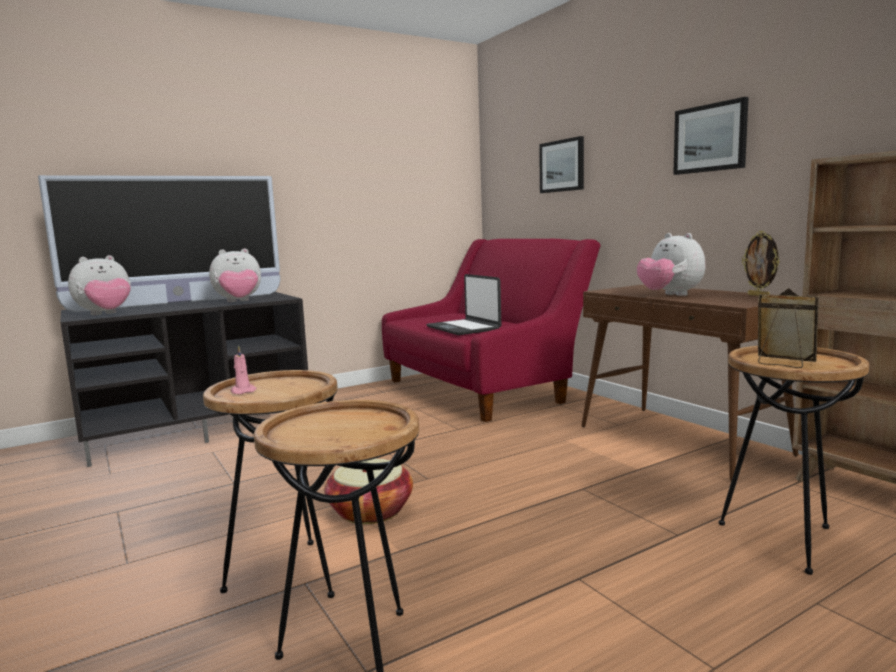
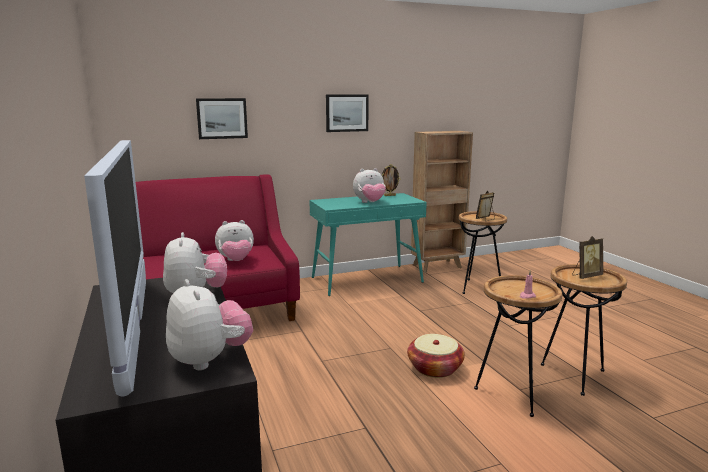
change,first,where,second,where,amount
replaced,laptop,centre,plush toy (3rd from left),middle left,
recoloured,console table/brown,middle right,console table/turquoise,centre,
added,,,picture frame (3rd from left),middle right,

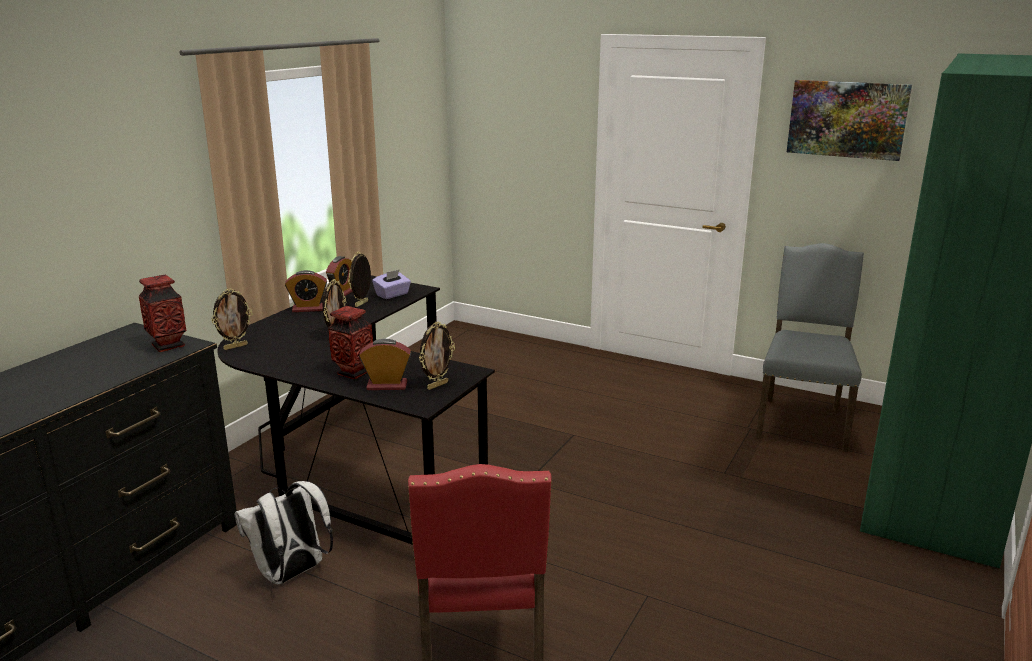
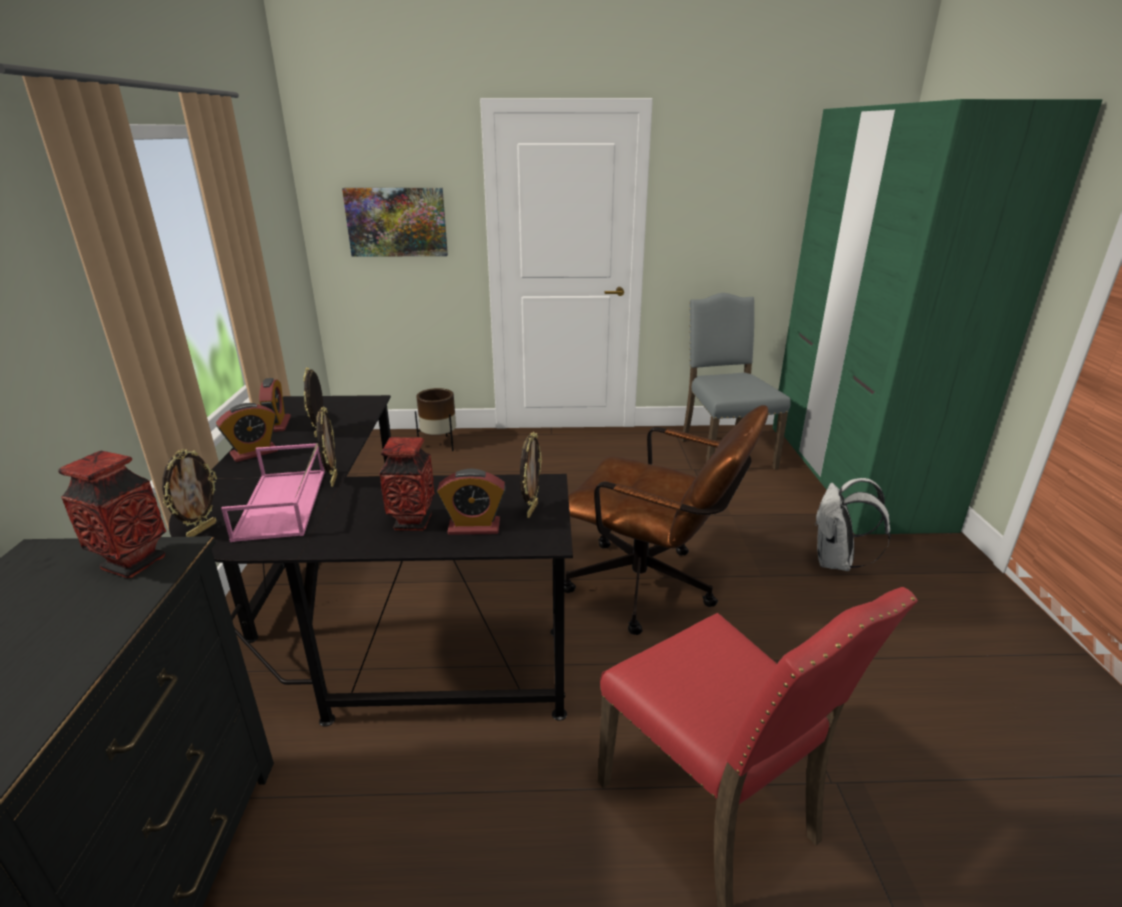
change,first,where,second,where,amount
moved,backpack/white,bottom left,,middle right,
turned,alarm clock (3rd from left),centre,,centre,150 degrees counterclockwise
removed,tissue box/purple,centre,,,
moved,picture,top right,,top centre,
added,,,tray/pink,middle left,
added,,,planter/brown,centre,
added,,,office chair/brown,centre,

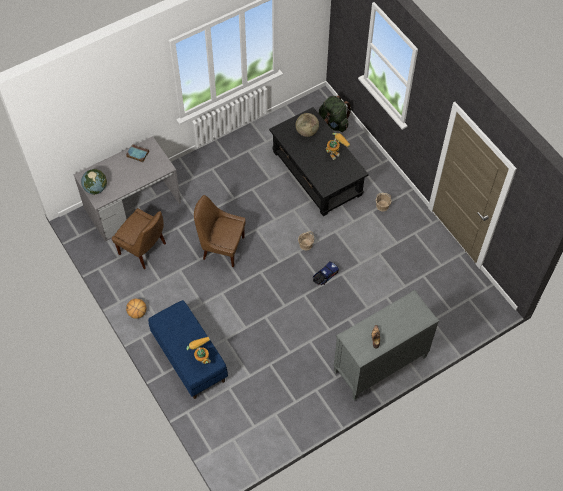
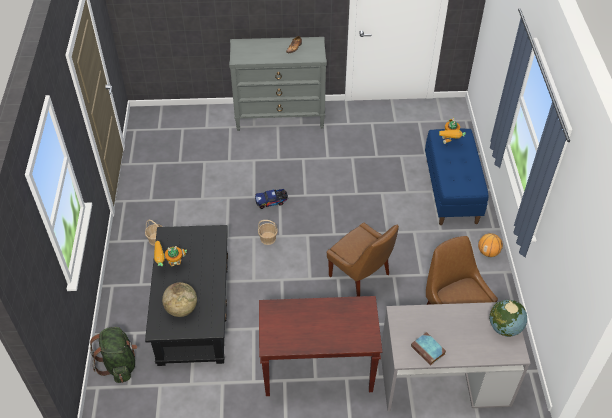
change,first,where,second,where,amount
added,,,console table/brown,bottom centre,

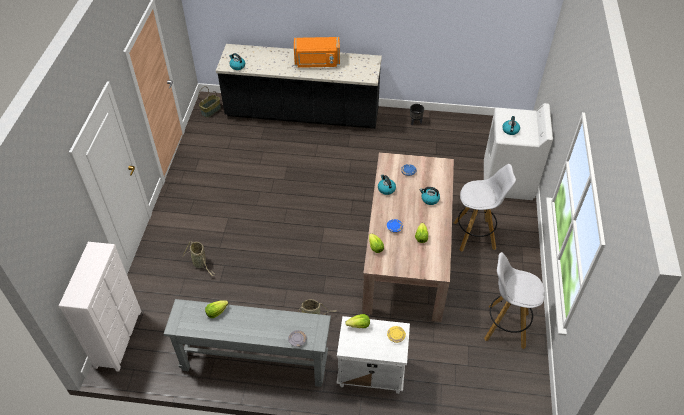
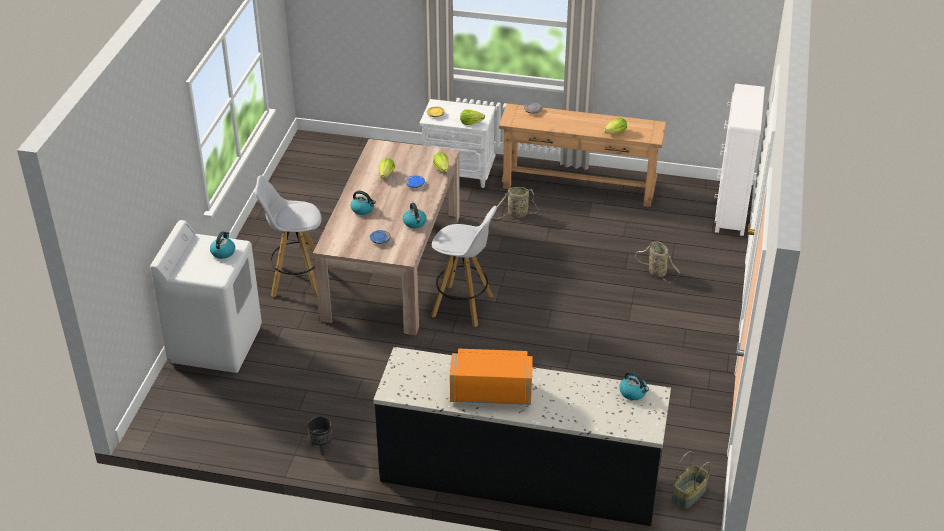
change,first,where,second,where,amount
recoloured,console table/grey,bottom centre,console table/brown,top centre,
moved,stool/white (2nd from left),bottom right,,centre,

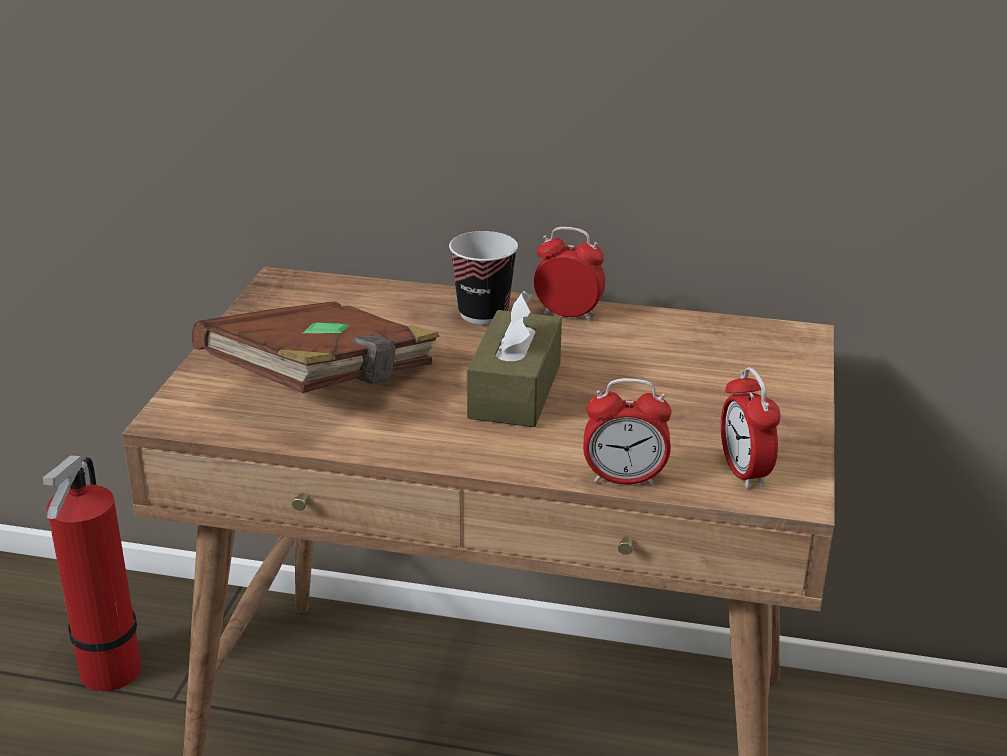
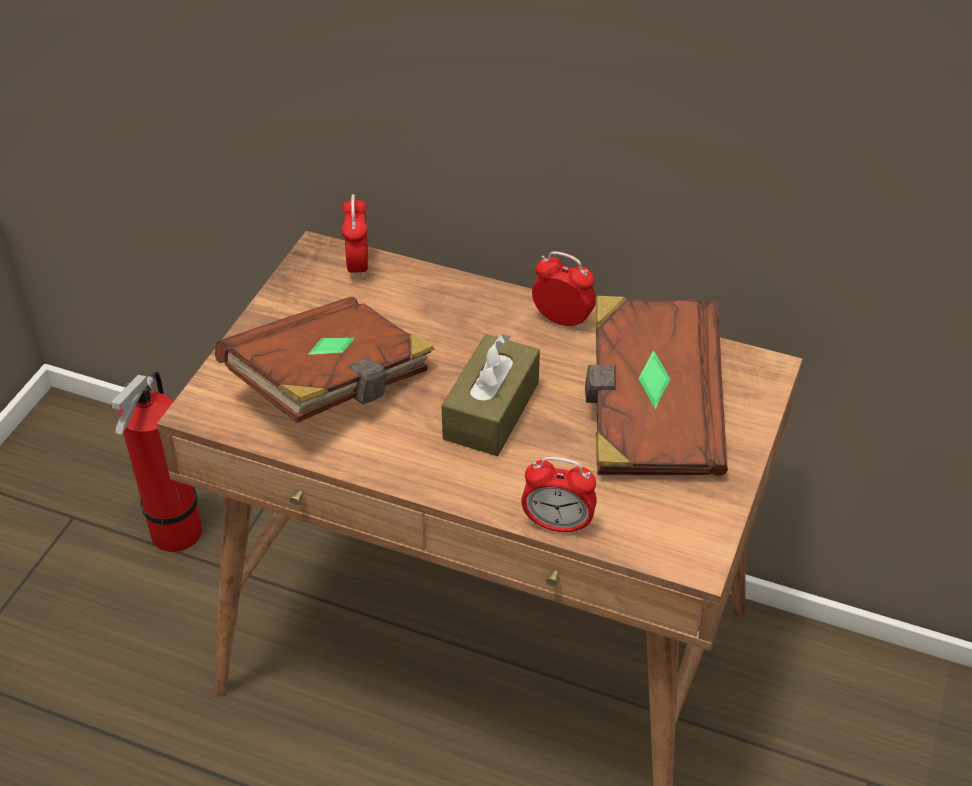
change,first,where,second,where,amount
removed,cup,centre,,,
moved,alarm clock (3rd from left in the first image),middle right,alarm clock (1st from left),top centre,
added,,,book/brown (2nd from left),middle right,

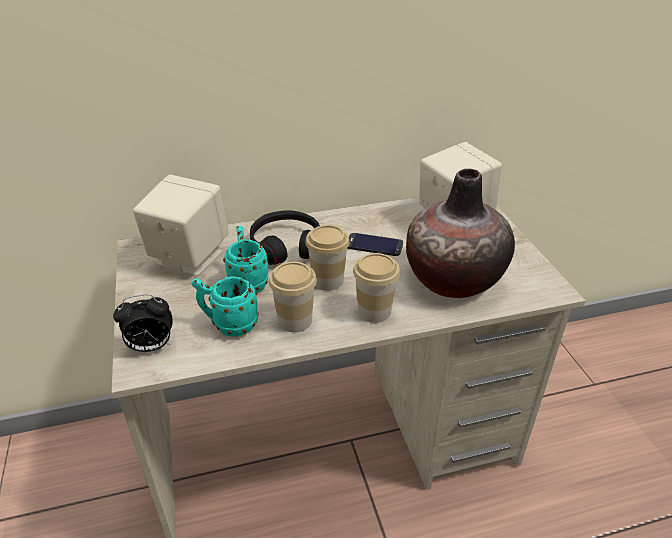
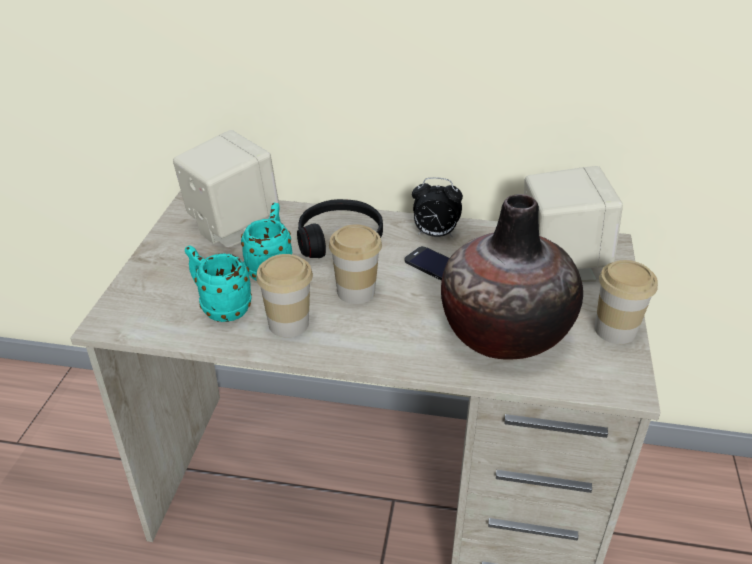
change,first,where,second,where,amount
moved,alarm clock,middle left,,centre,
moved,cup (3rd from left),centre,,middle right,

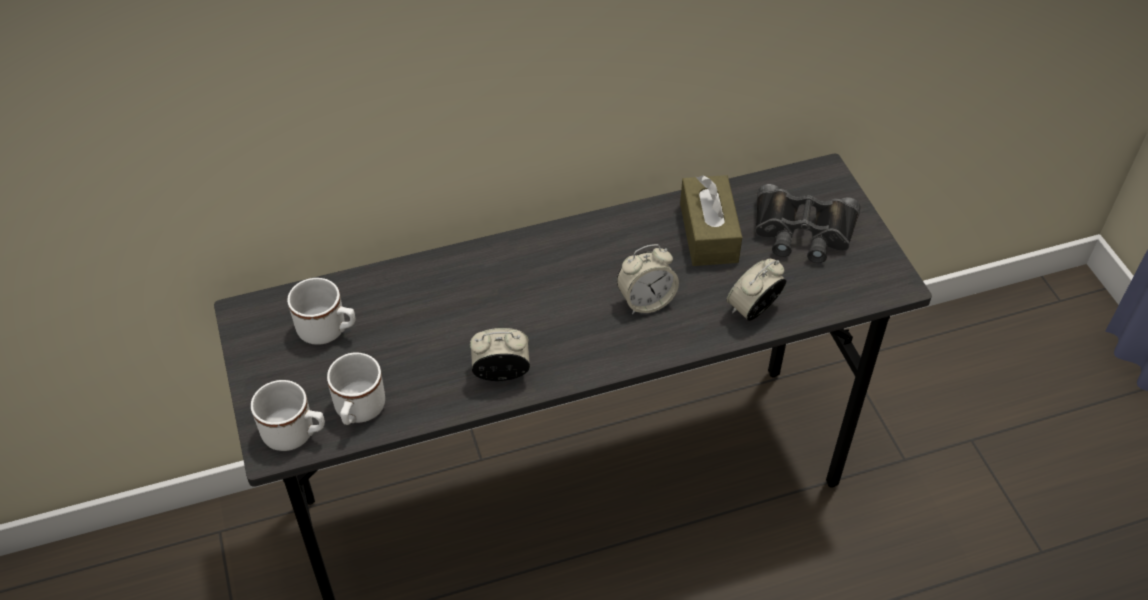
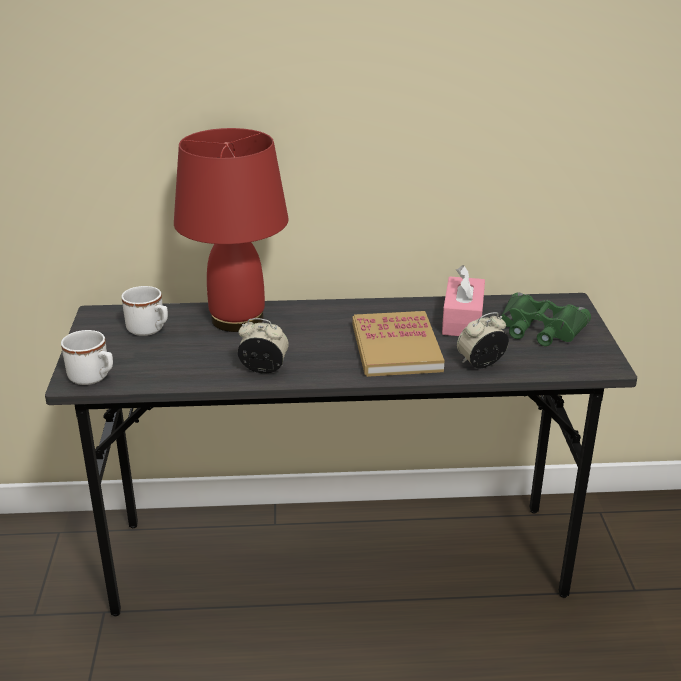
change,first,where,second,where,amount
removed,mug/white (3rd from left),middle left,,,
replaced,alarm clock (2nd from left),centre,book,centre,
recoloured,tissue box/brown,centre,tissue box/pink,middle right,
recoloured,binoculars/black,middle right,binoculars/green,middle right,
added,,,table lamp/red,centre,

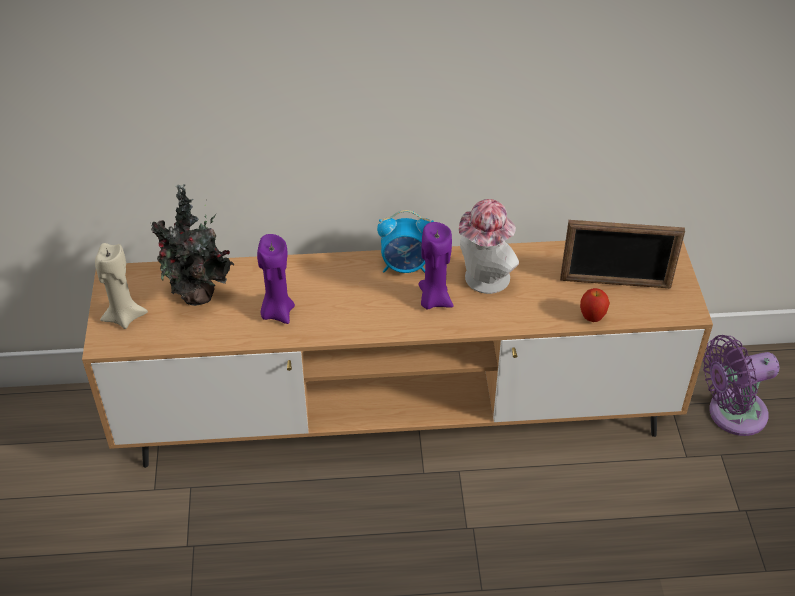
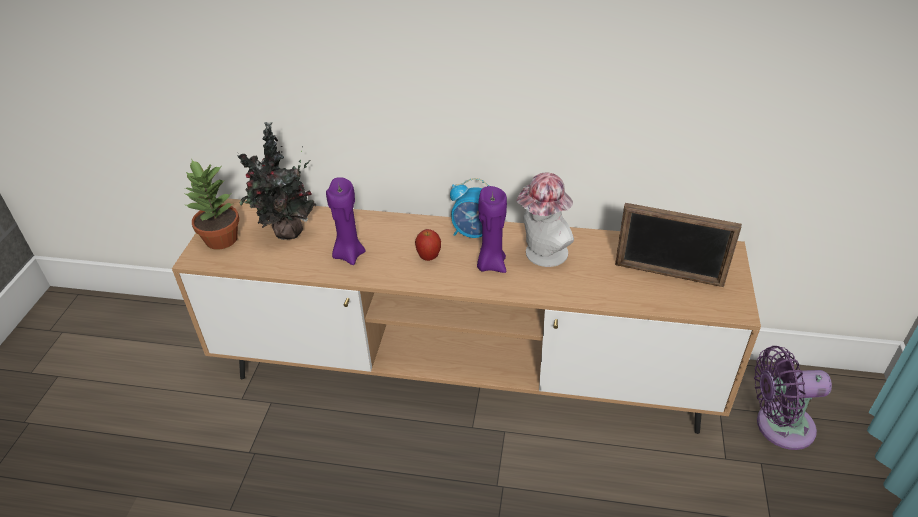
change,first,where,second,where,amount
replaced,candle/beige,middle left,potted plant (1st from left),middle left,
moved,apple,middle right,,centre,

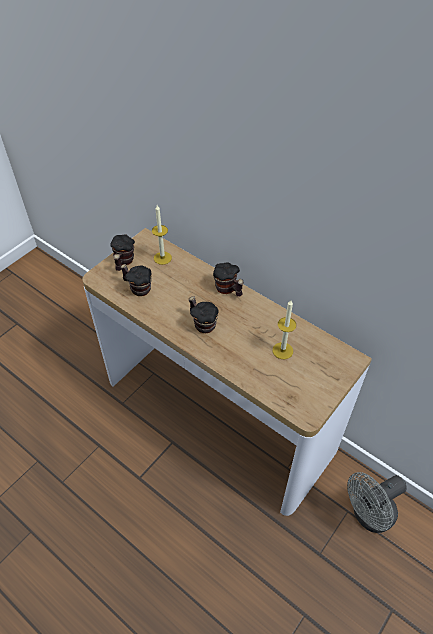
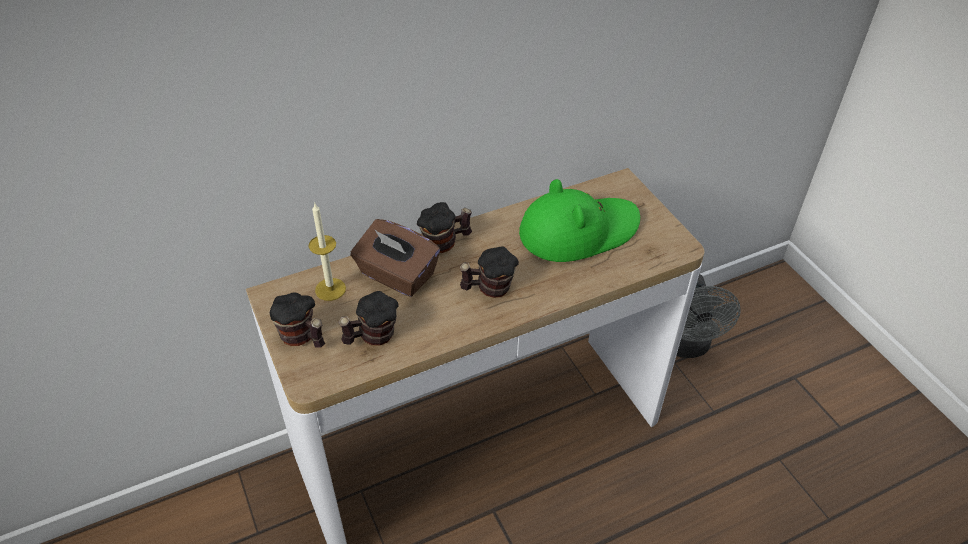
change,first,where,second,where,amount
replaced,candle (2nd from left),centre,hat/green,centre,
added,,,tissue box/brown,centre,

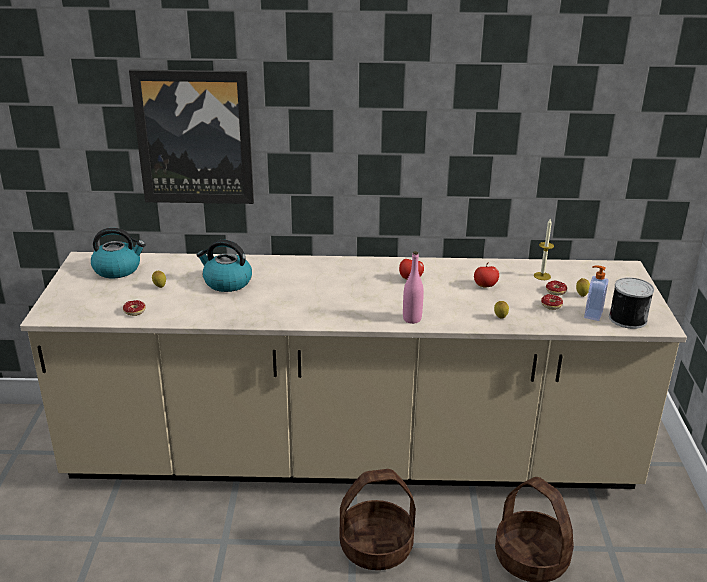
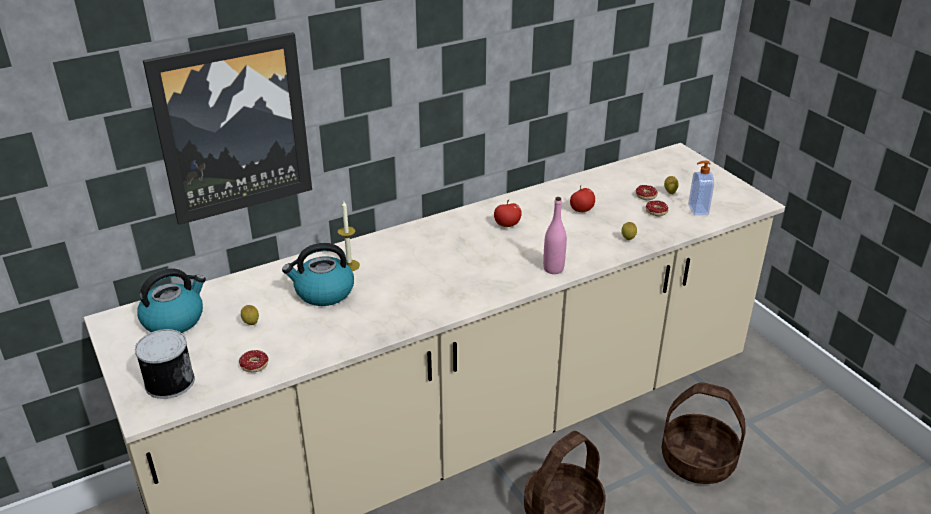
change,first,where,second,where,amount
moved,candle,middle right,,centre,
moved,can,middle right,,bottom left,

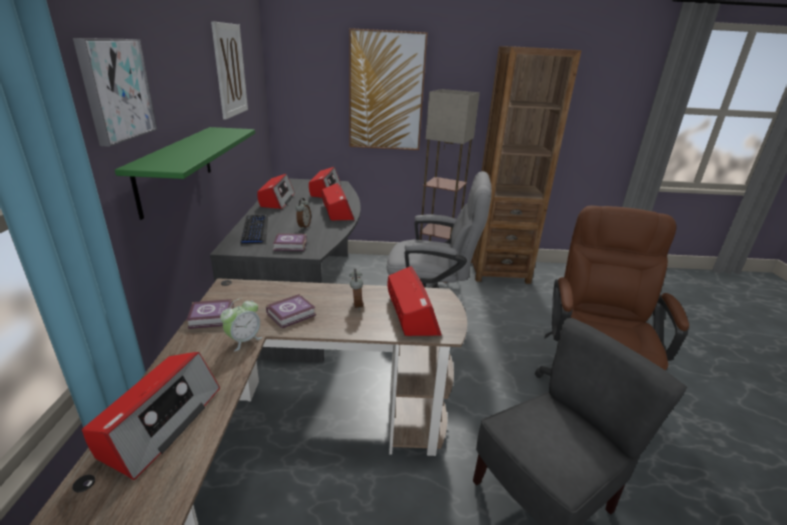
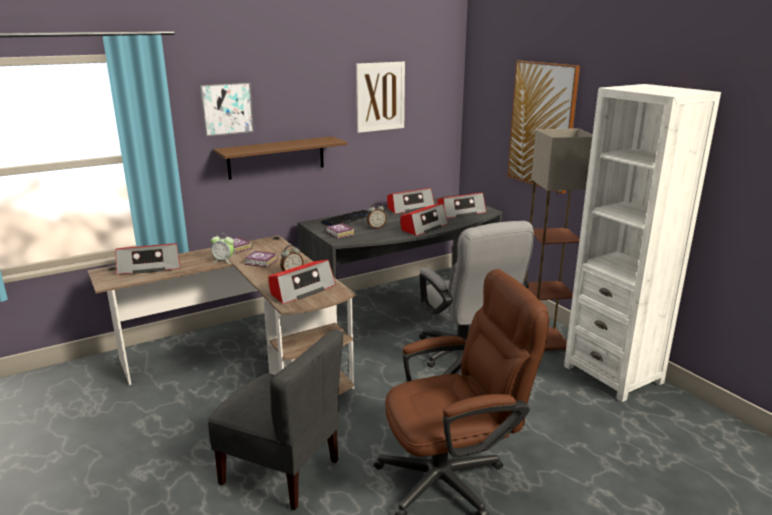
change,first,where,second,where,amount
recoloured,shelf/green,top left,shelf/brown,top centre,
recoloured,bookcase/brown,top right,bookcase/white,middle right,

